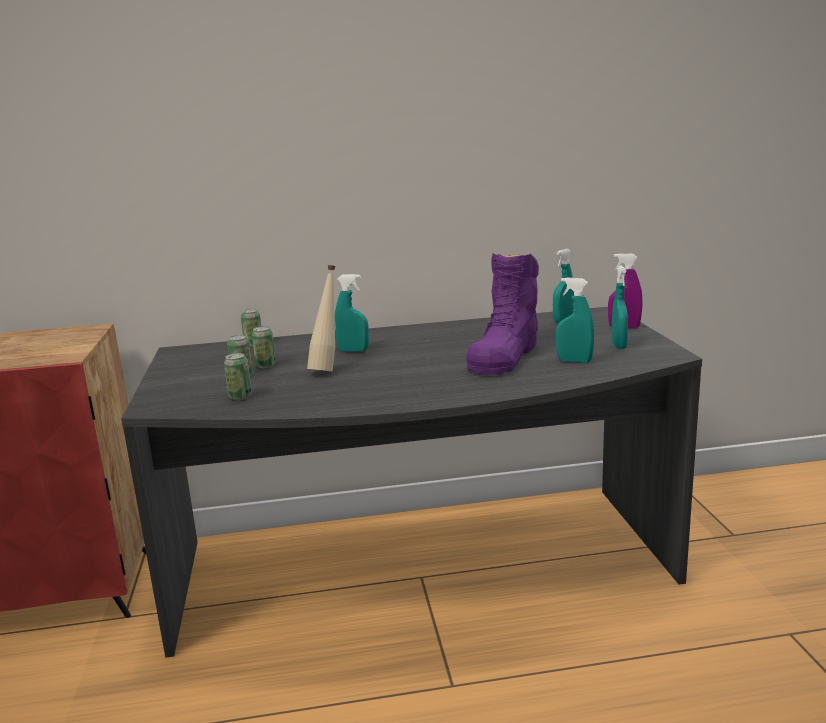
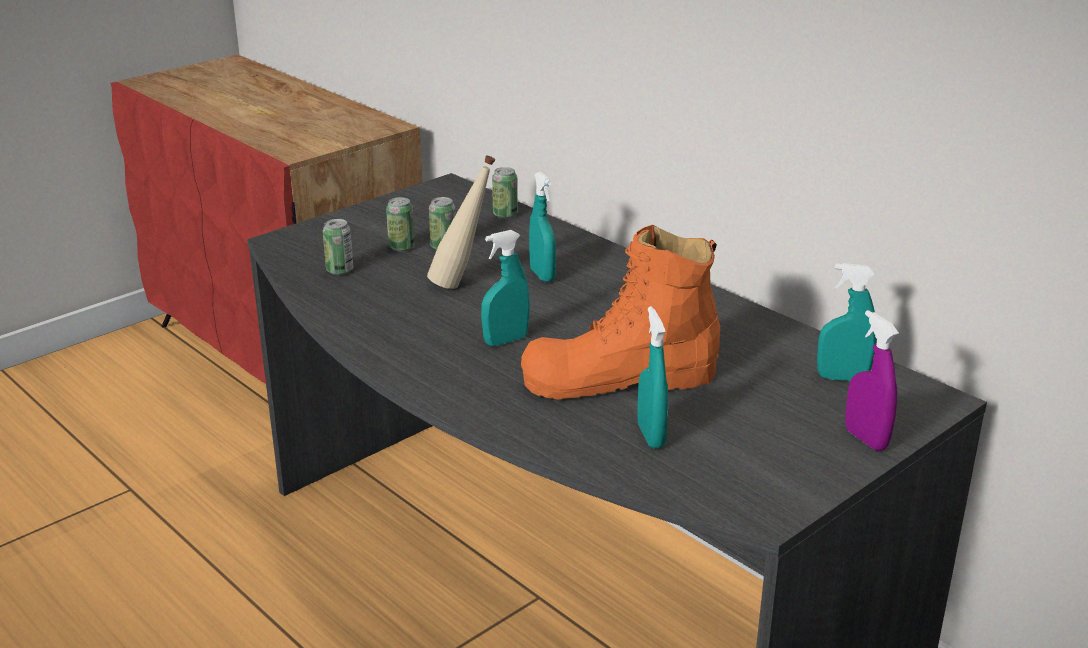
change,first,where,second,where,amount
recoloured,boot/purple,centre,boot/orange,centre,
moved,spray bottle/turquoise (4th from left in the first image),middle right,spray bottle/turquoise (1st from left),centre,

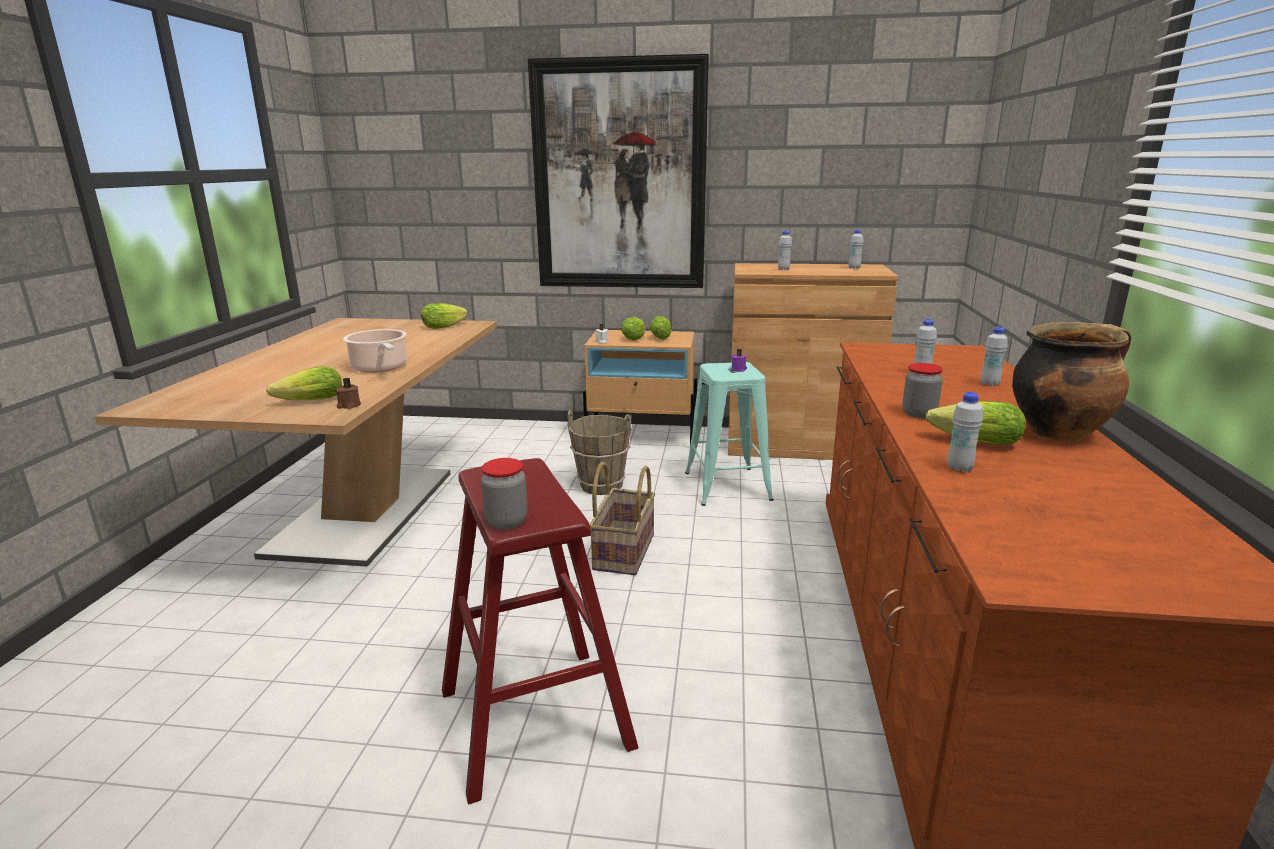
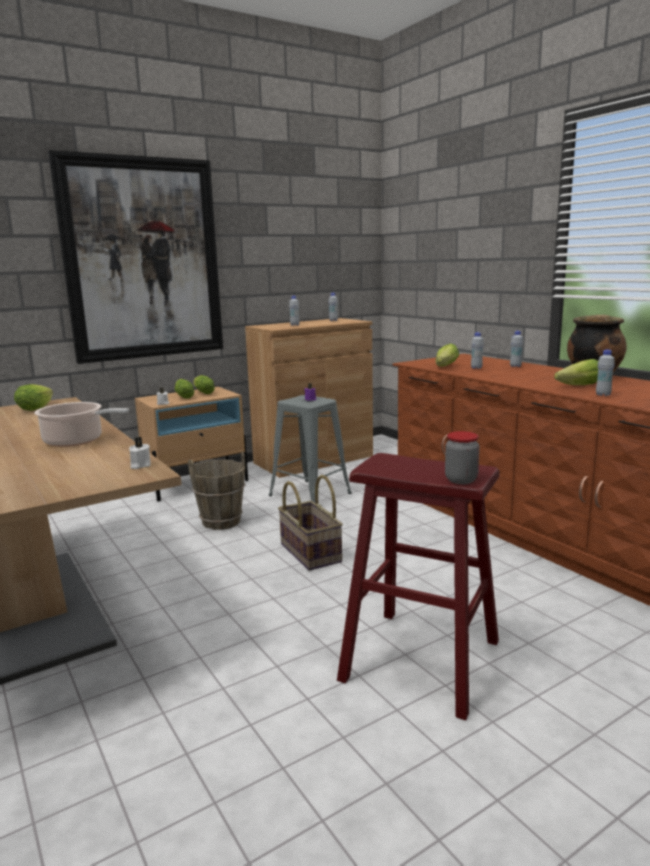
change,first,where,second,where,amount
moved,lettuce (1st from left in the first image),middle left,lettuce (4th from left),middle right,
recoloured,candle/brown,middle left,candle/white (1st from left),middle left,
recoloured,stool/turquoise,centre,stool/grey,centre,
removed,jar (2nd from left),middle right,,,

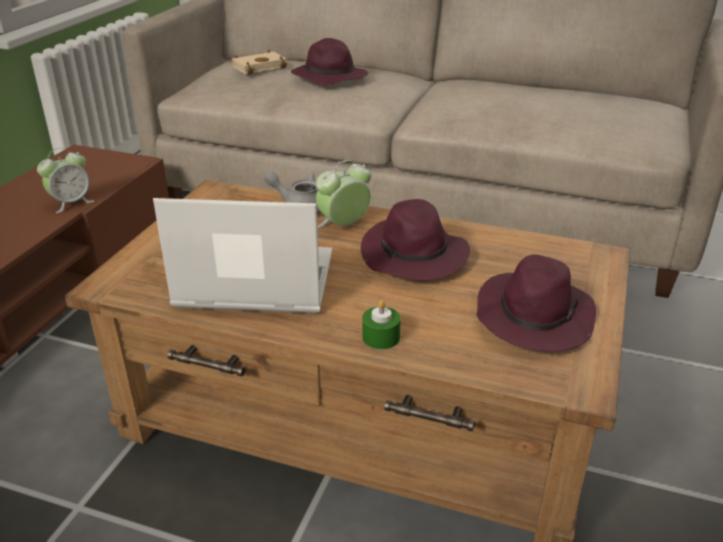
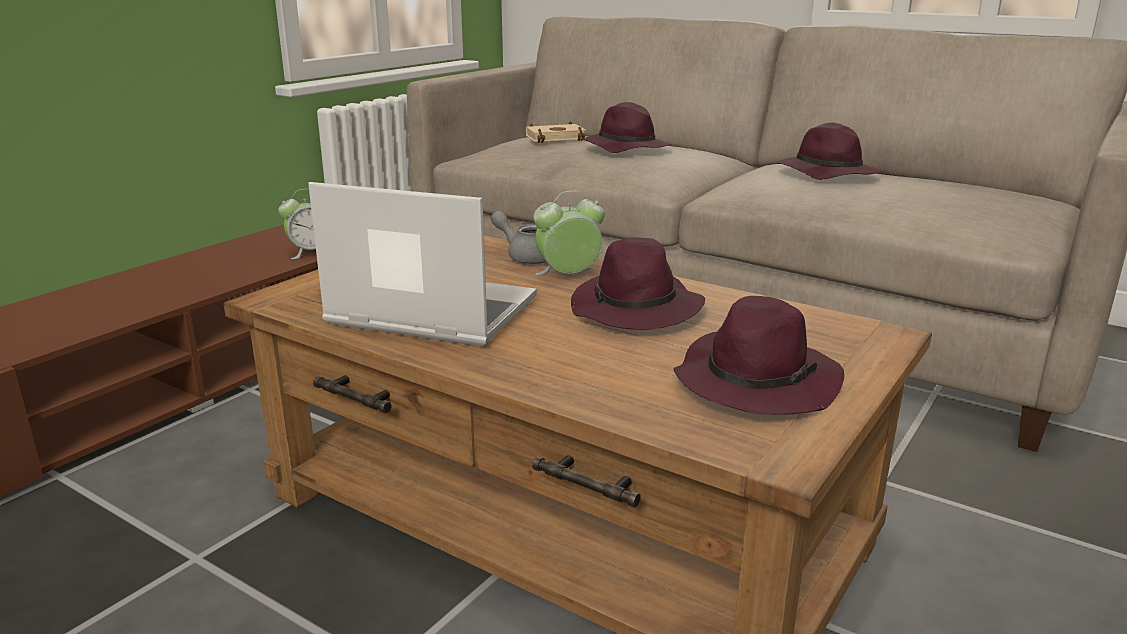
change,first,where,second,where,amount
removed,candle/green,centre,,,
added,,,hat/purple (4th from left),top right,

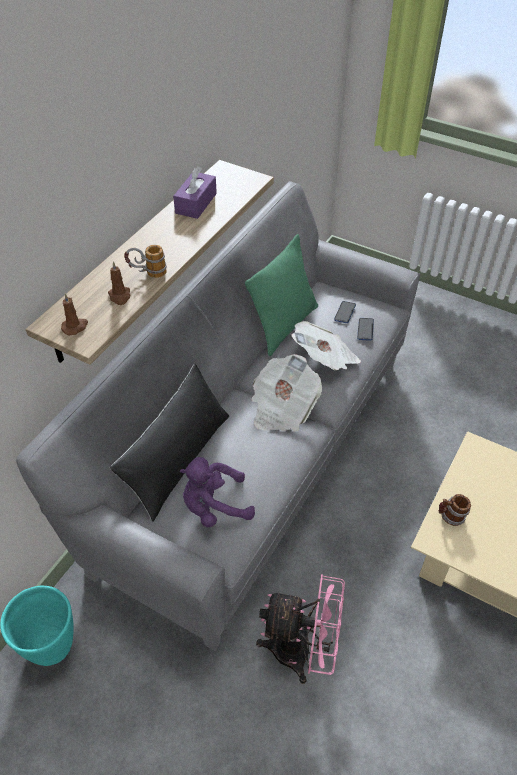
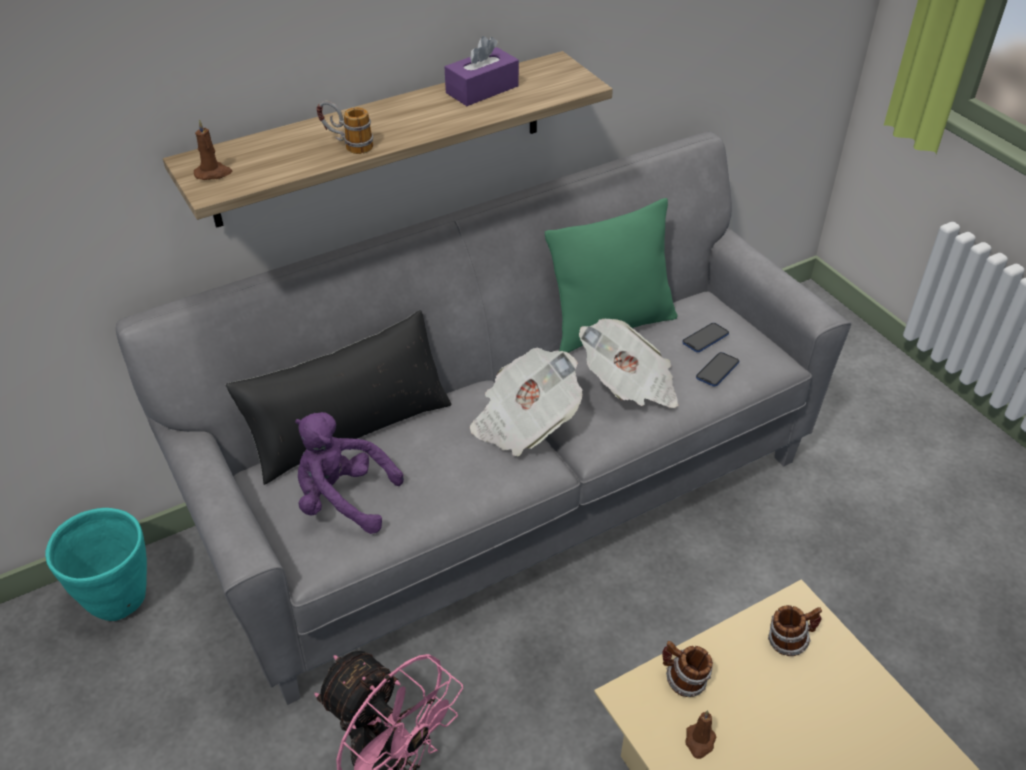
change,first,where,second,where,amount
moved,candle/brown (2nd from left),middle left,,bottom right,
added,,,mug (3rd from left),bottom right,

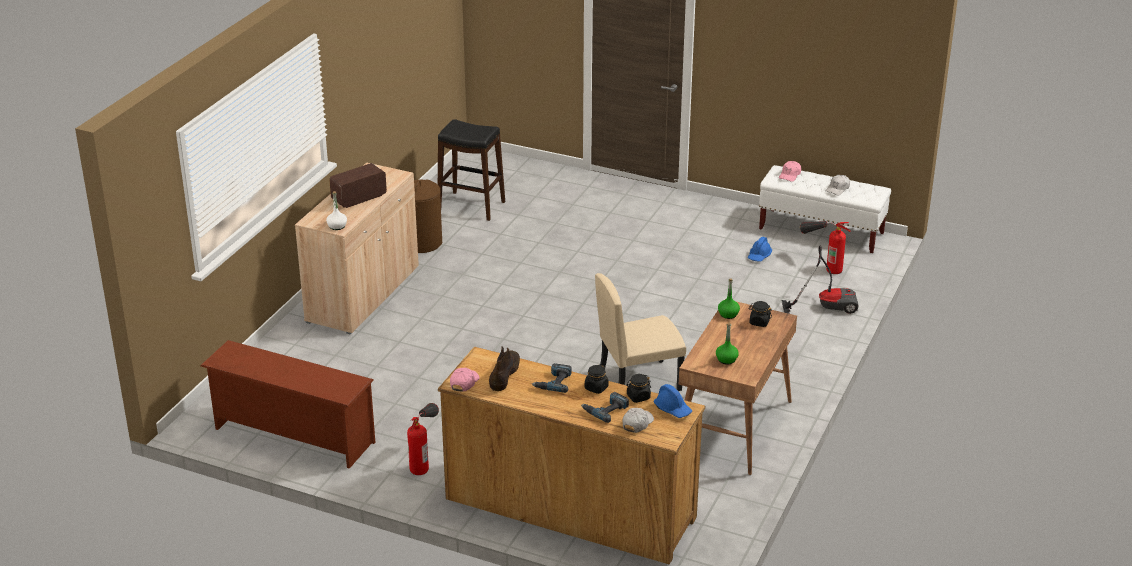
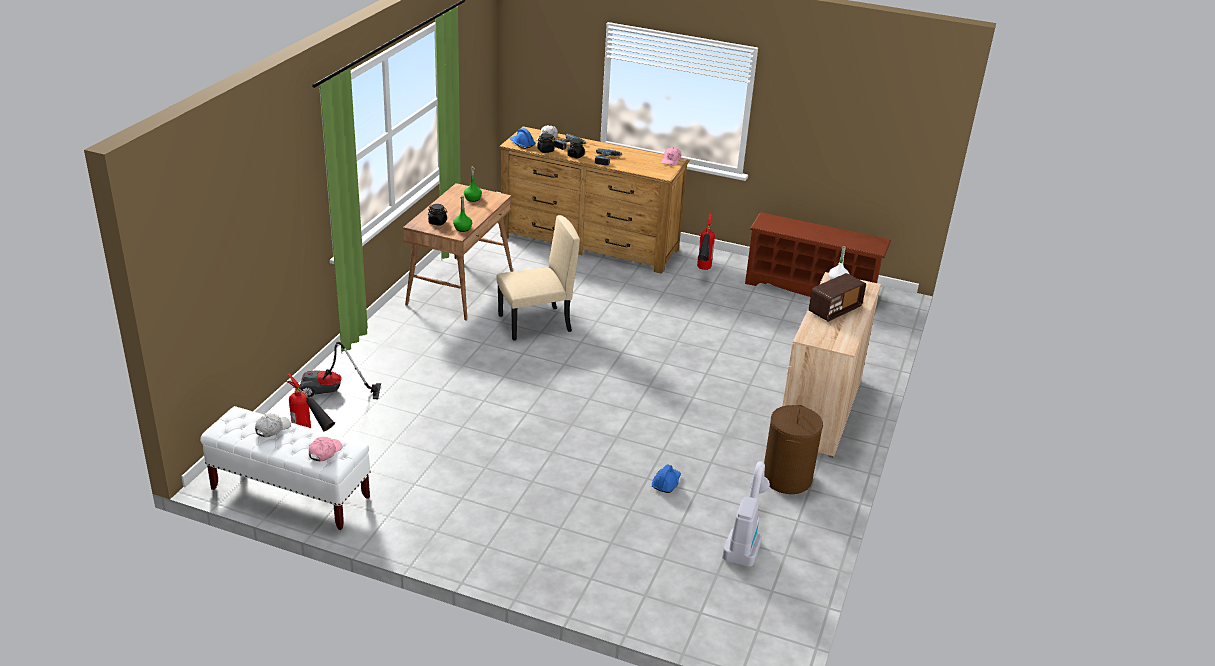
change,first,where,second,where,amount
replaced,stool/black,top centre,vacuum cleaner (2nd from left),bottom centre,
removed,boot/brown,centre,,,
moved,hard hat/blue (2nd from left),middle right,,bottom centre,

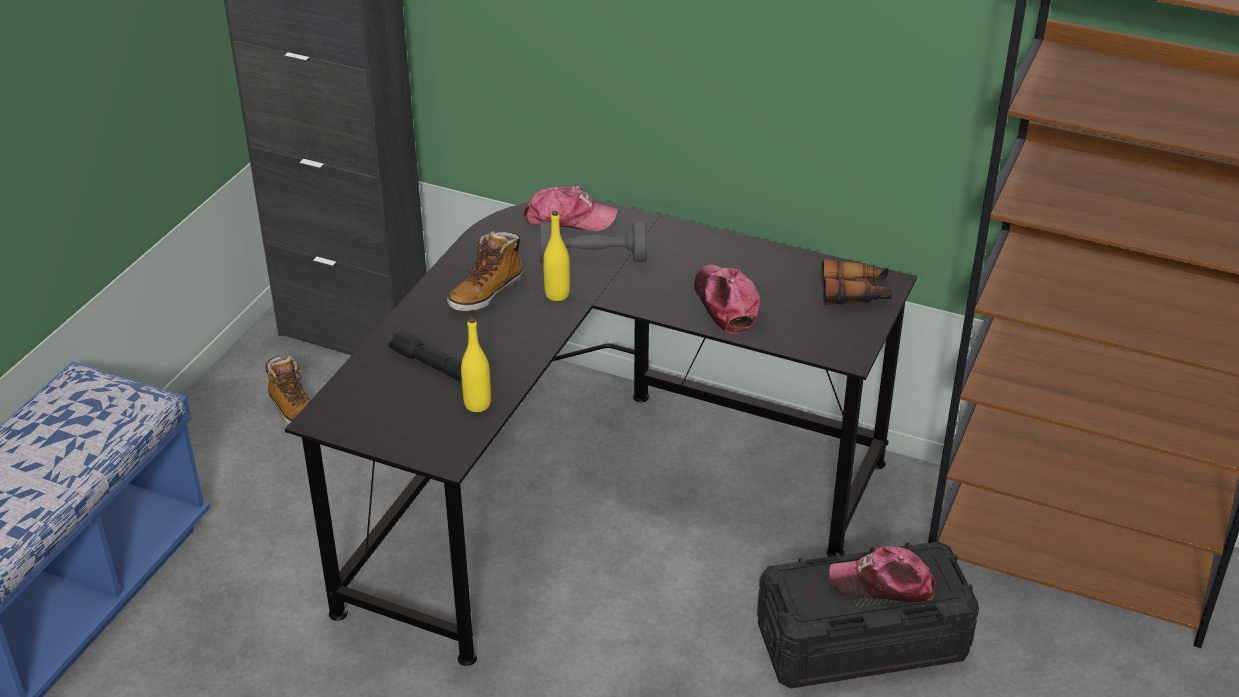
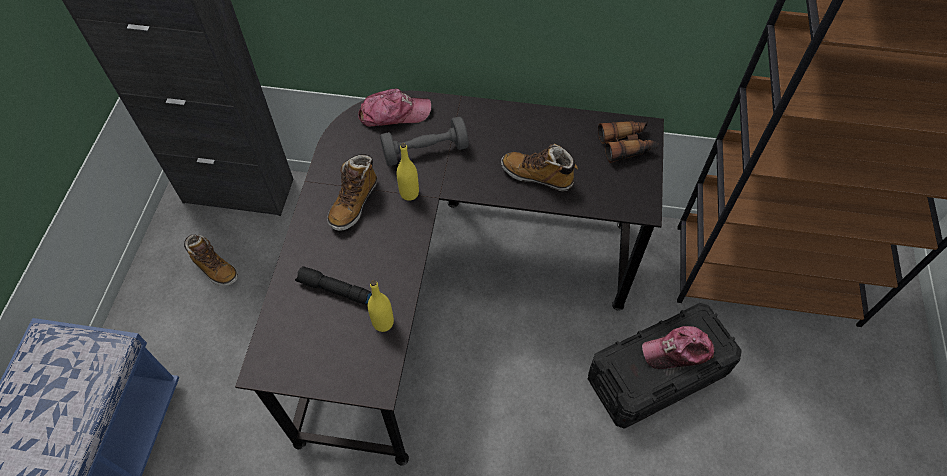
change,first,where,second,where,amount
replaced,cap (2nd from left),centre,boot (3rd from left),centre,

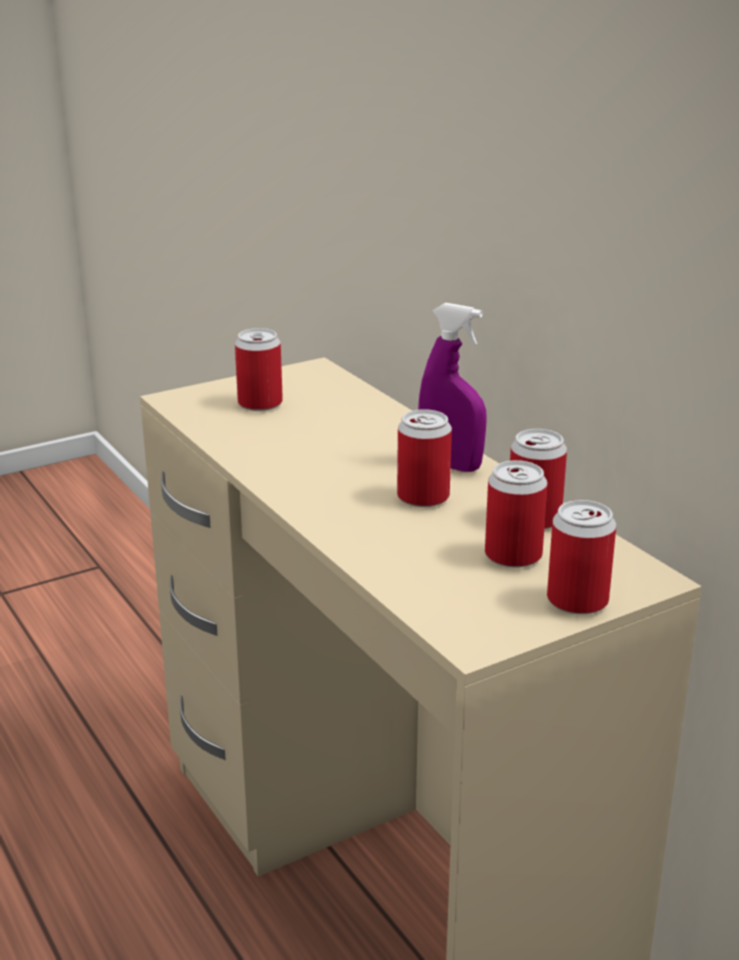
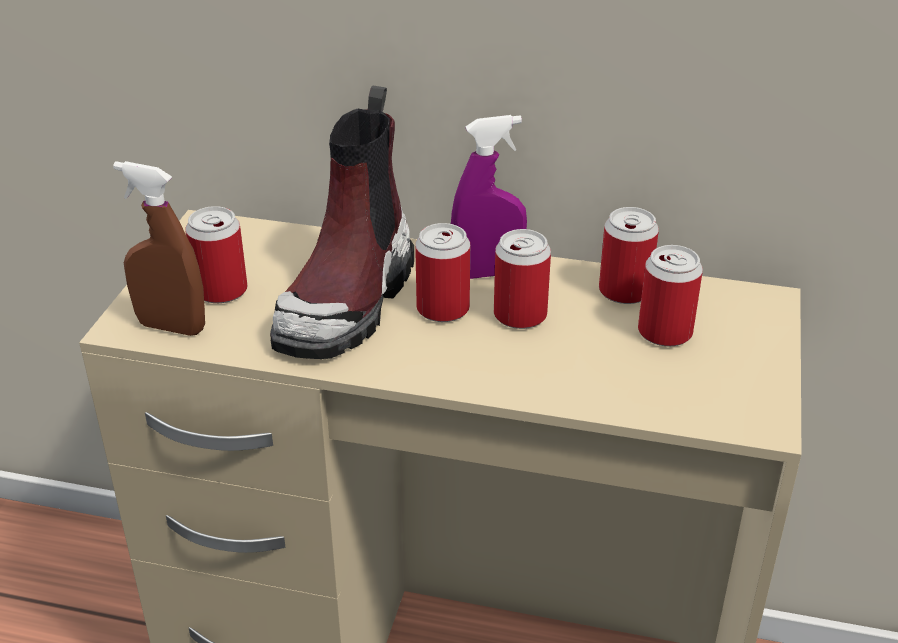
change,first,where,second,where,amount
moved,can (5th from left in the first image),middle right,can (2nd from left),centre,
added,,,spray bottle/brown,middle left,
added,,,boot,centre,

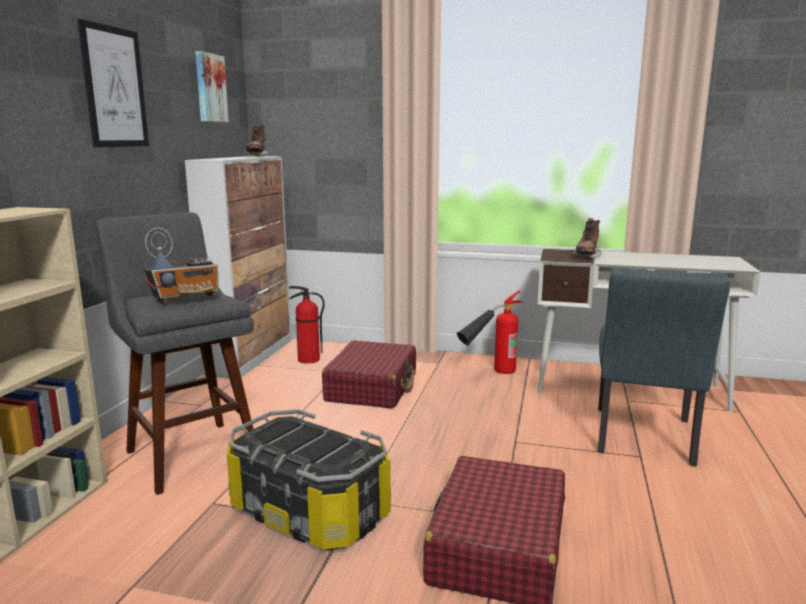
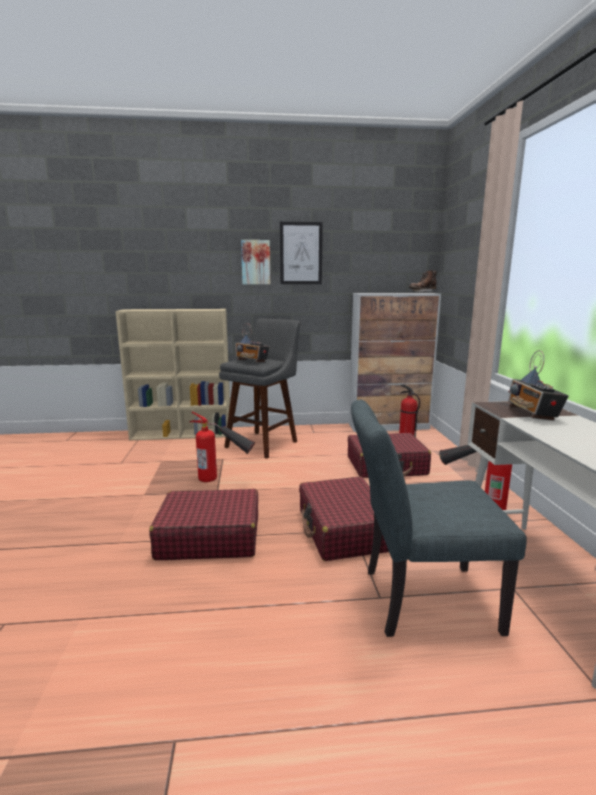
change,first,where,second,where,amount
moved,picture (2nd from left in the first image),top left,picture (1st from left),top centre,
replaced,storage box,bottom centre,fire extinguisher (1st from left),centre,
replaced,boot/brown (2nd from left),middle right,radio (2nd from left),middle right,
added,,,suitcase/red (2nd from left),centre,

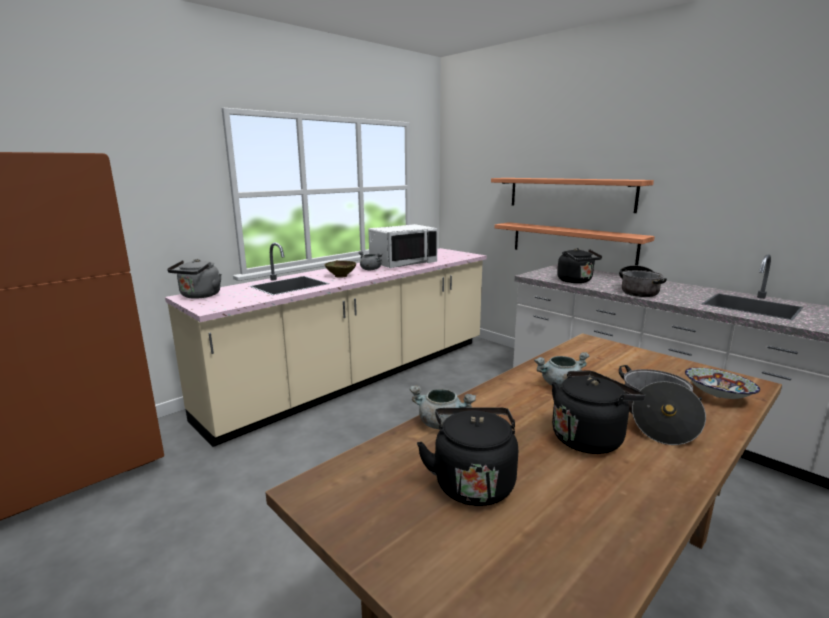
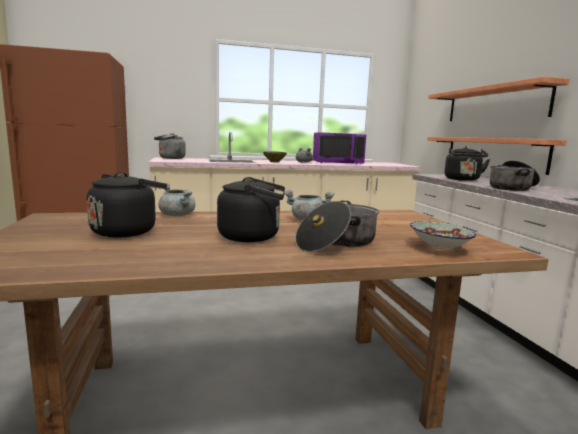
change,first,where,second,where,amount
recoloured,microwave/white,centre,microwave/purple,centre,

